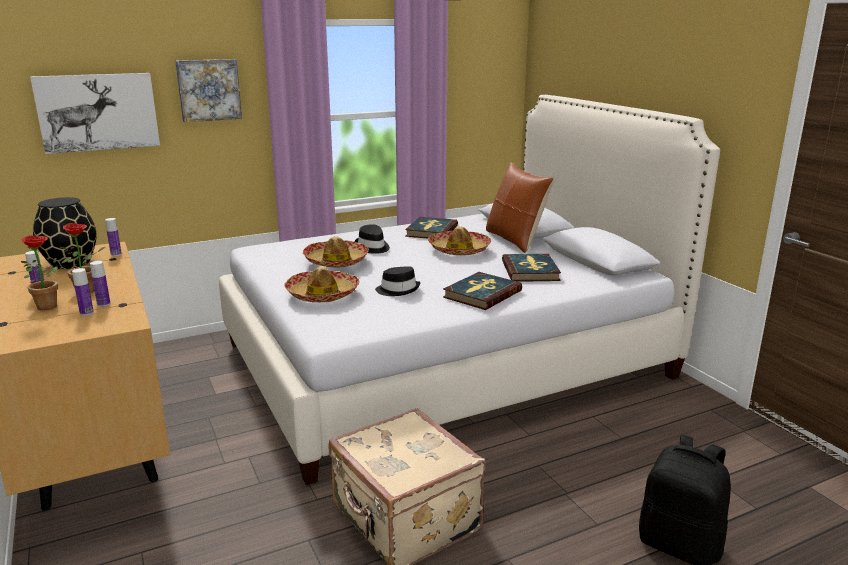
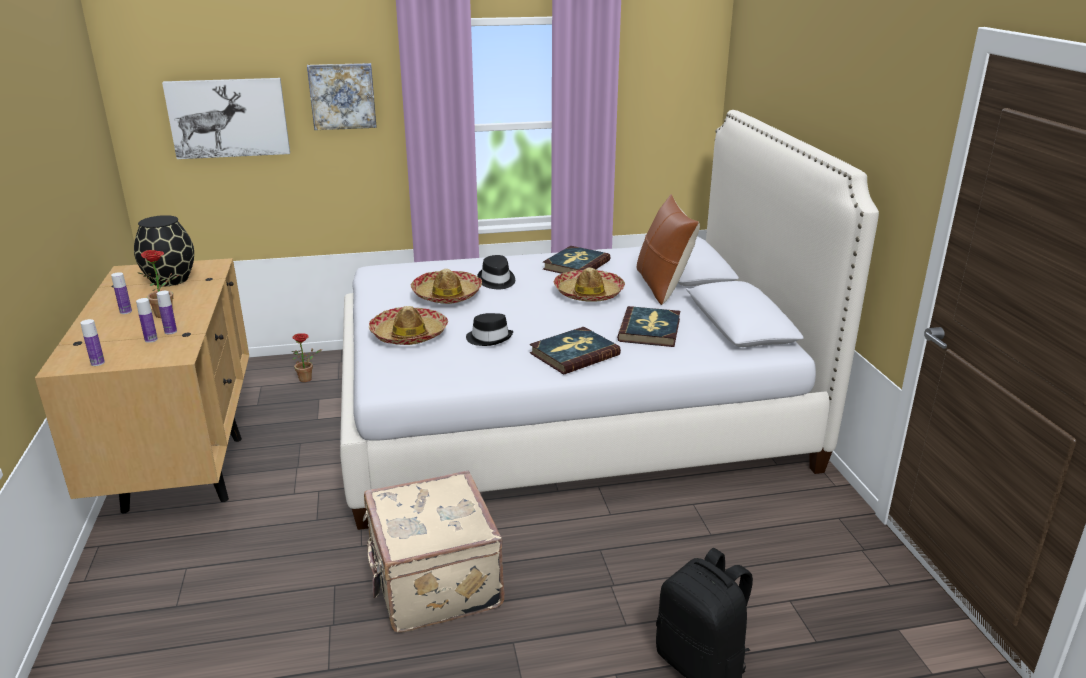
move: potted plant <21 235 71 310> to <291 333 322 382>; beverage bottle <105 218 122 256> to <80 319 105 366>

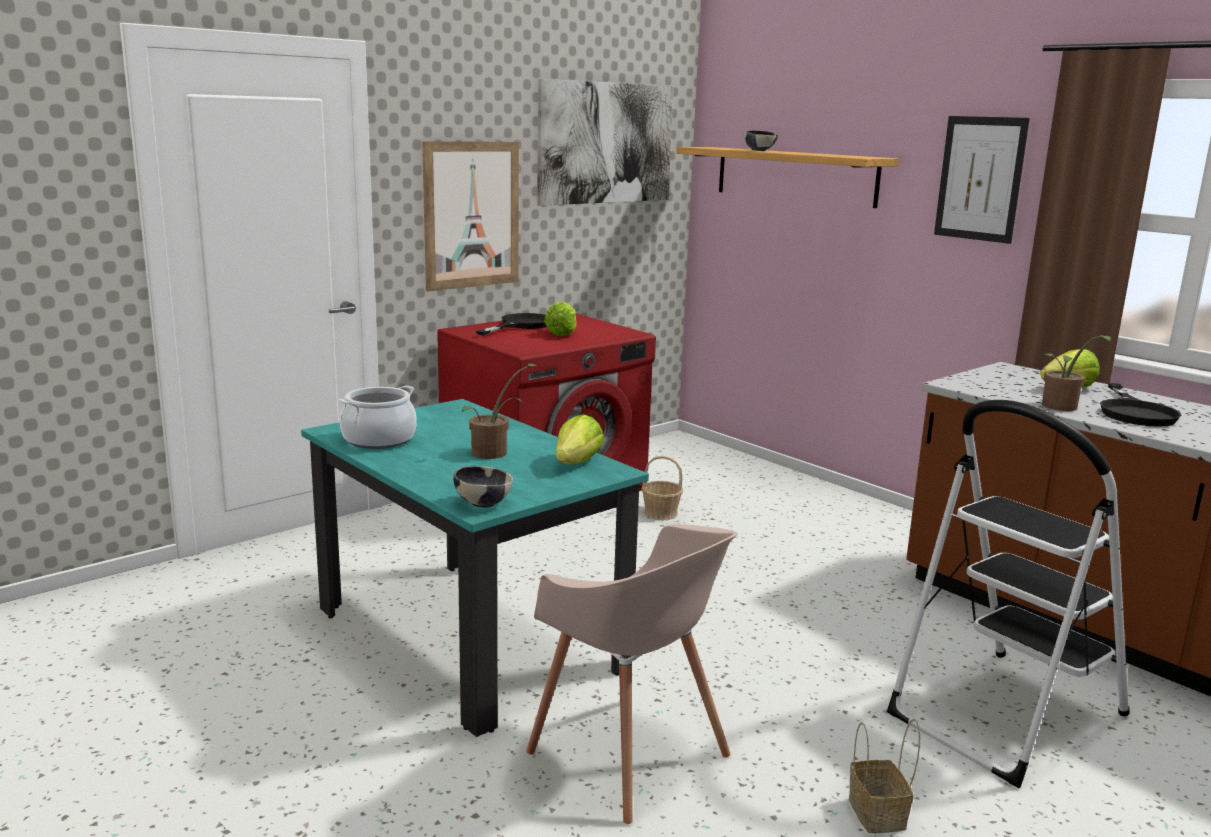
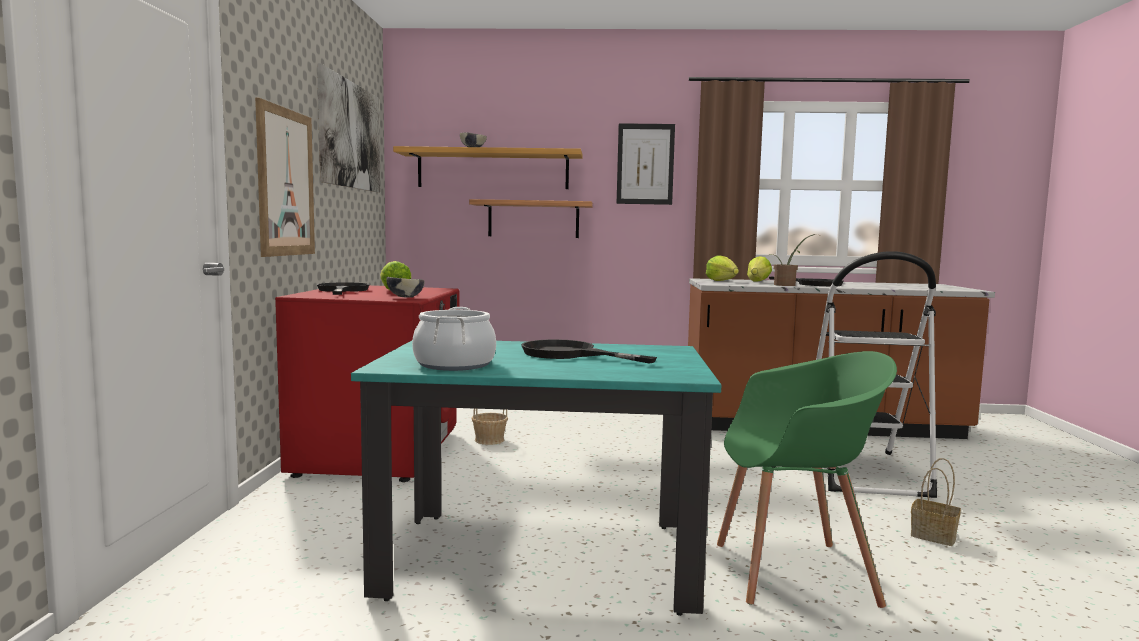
insert: wall shelf <469 199 593 238>
move: deep dish <453 466 513 508> to <386 277 424 298>; head of lettuce <556 414 604 464> to <706 256 739 281>
replace: potted plant <462 364 539 459> to black-coloured skillet <521 339 657 364>
recolor: beige-coloured plain chair <526 524 738 824> to green-coloured plain chair <717 351 897 608>

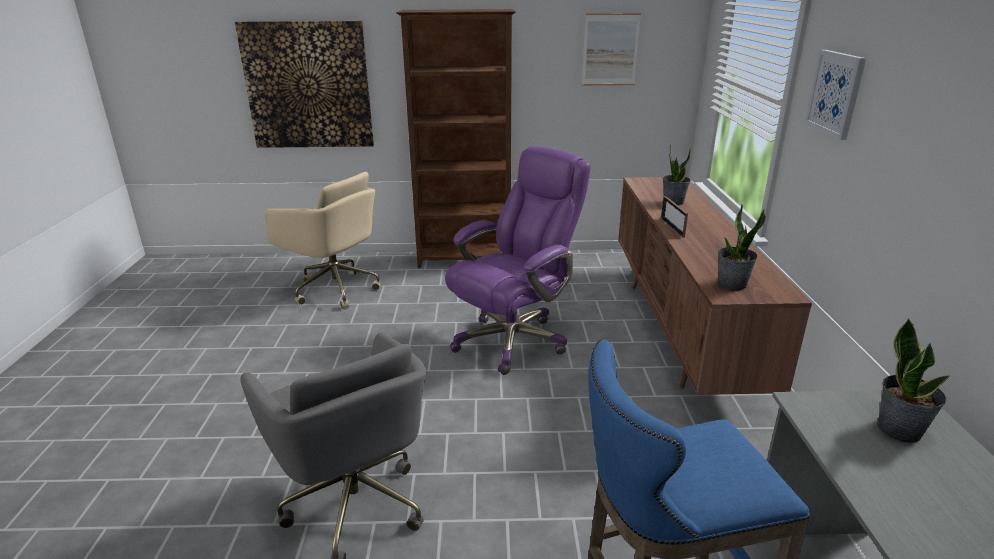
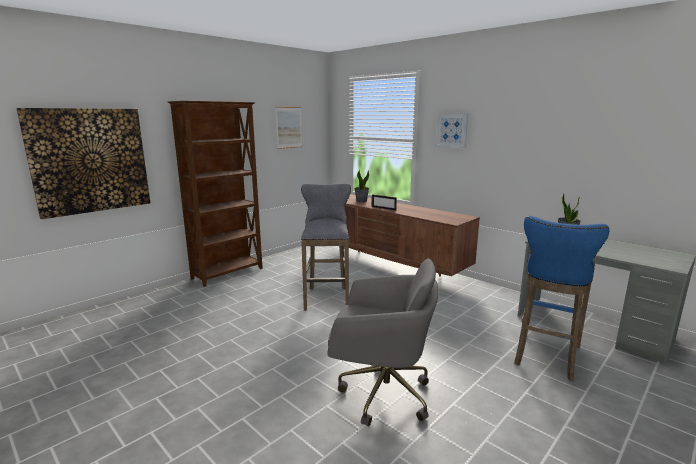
delete: beige-coloured computer chair <265 172 380 309>; potted plant <718 205 766 290>
replace: purplish computer chair <445 146 591 375> to greyish stool <301 183 351 311>

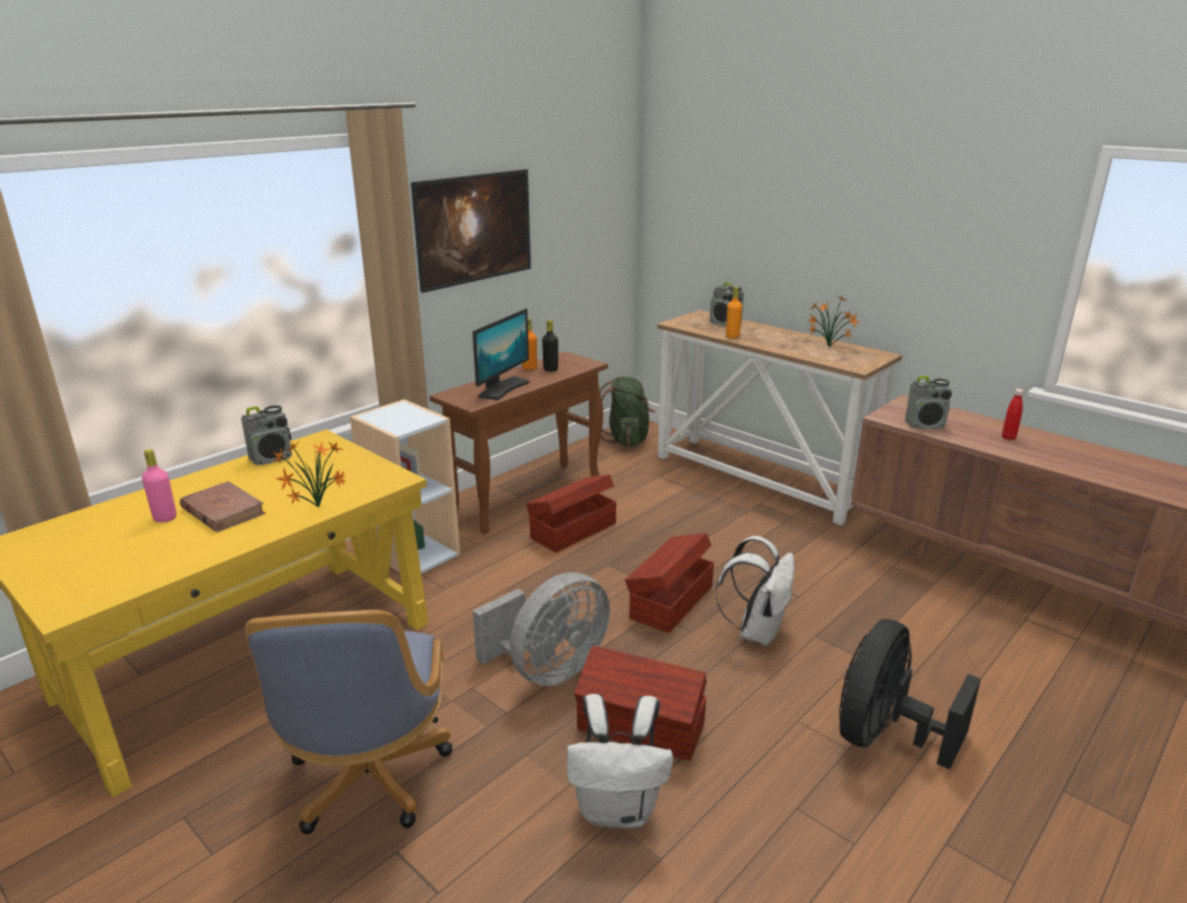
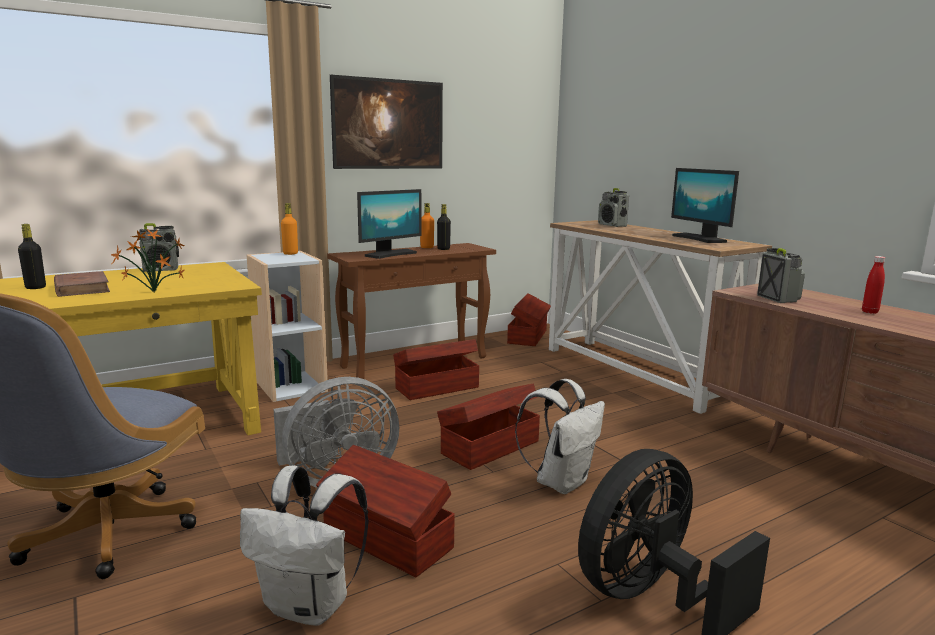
move: orange beverage bottle <726 287 742 338> to <281 203 298 255>
replace: green-coloured knapsack <600 376 655 447> to brown-coloured storage container <507 293 551 346>; potted plant <807 296 860 348> to computer display <671 168 739 243>
recolor: pink-coloured beverage bottle <142 449 177 523> to black-coloured beverage bottle <18 224 46 289>
rotate: radio receiver <905 376 952 429> = <757 248 805 303> 120 degrees counterclockwise

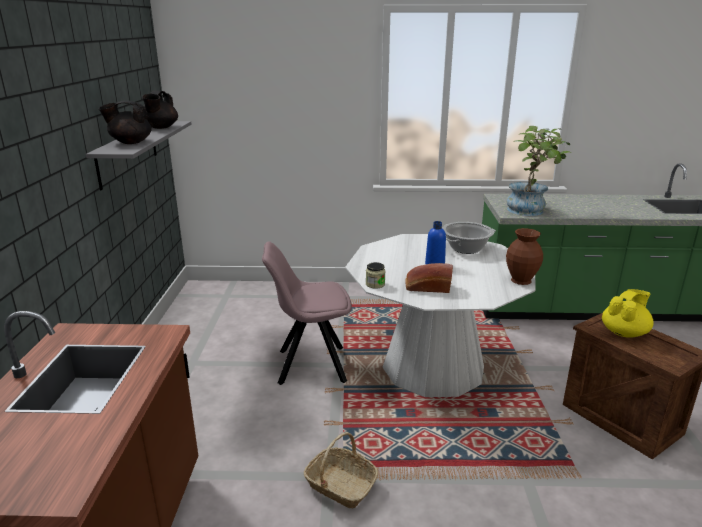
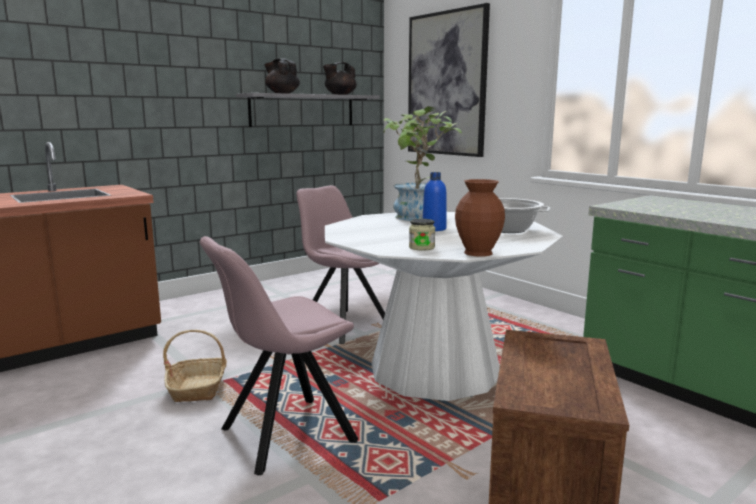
delete: bakery bread <405 263 453 293>; yellow tea pot <602 289 654 338>
insert: pink-coloured plain chair <200 236 358 475>; wall picture <408 3 490 157>
move: jar <366 262 385 289> to <409 219 435 250>; potted plant <507 126 571 216> to <383 106 462 221>

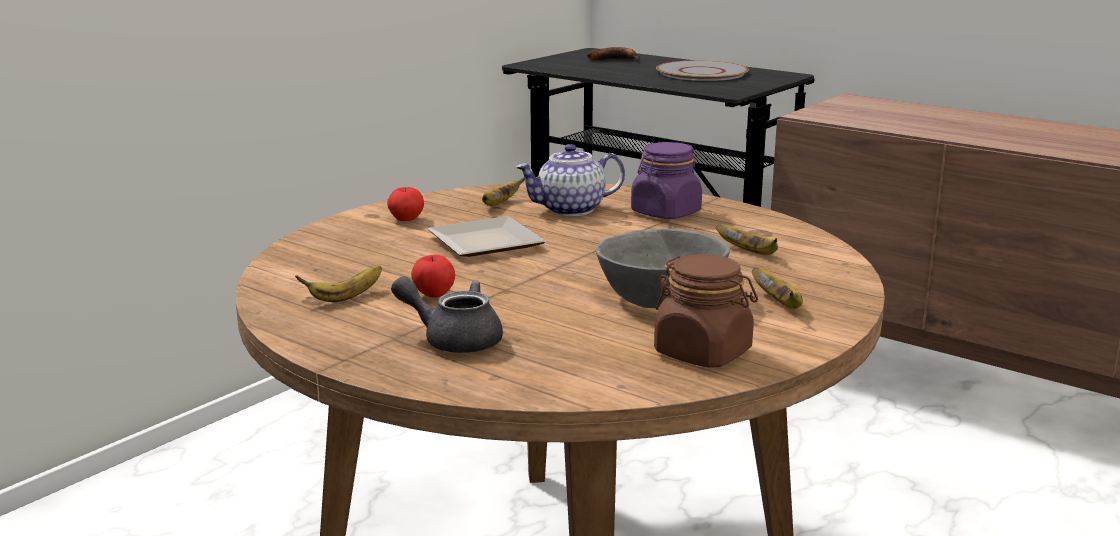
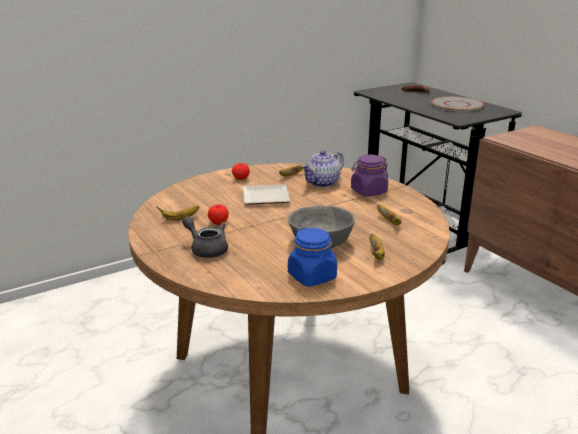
recolor: brown-coloured jar <654 254 758 368> to blue jar <288 227 337 287>
rotate: tea pot <516 144 625 216> = <301 151 344 188> 45 degrees counterclockwise

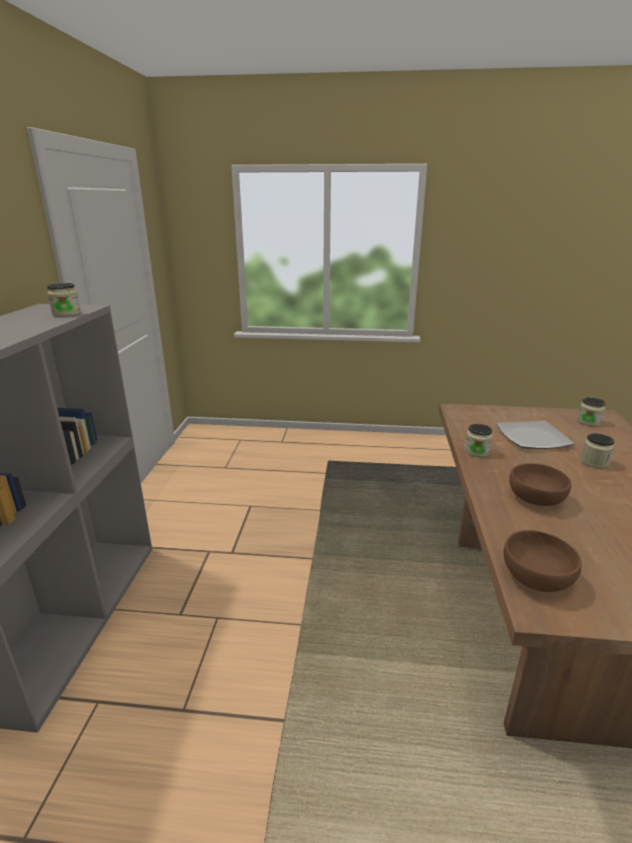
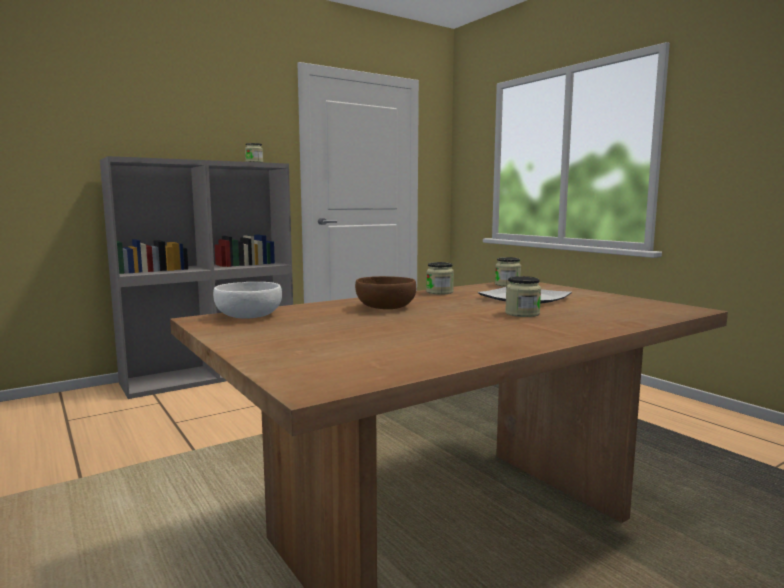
move: jar <577 397 606 426> to <495 257 521 287>
recolor: brown-coloured deep dish <503 530 582 592> to white deep dish <213 282 282 318>

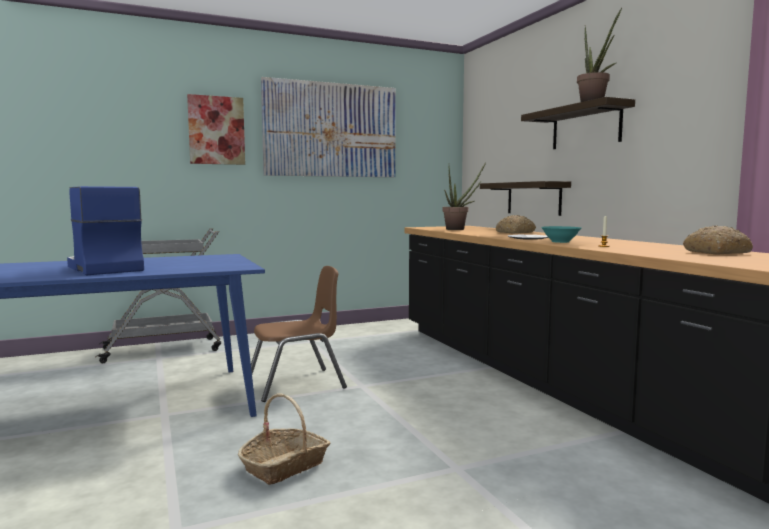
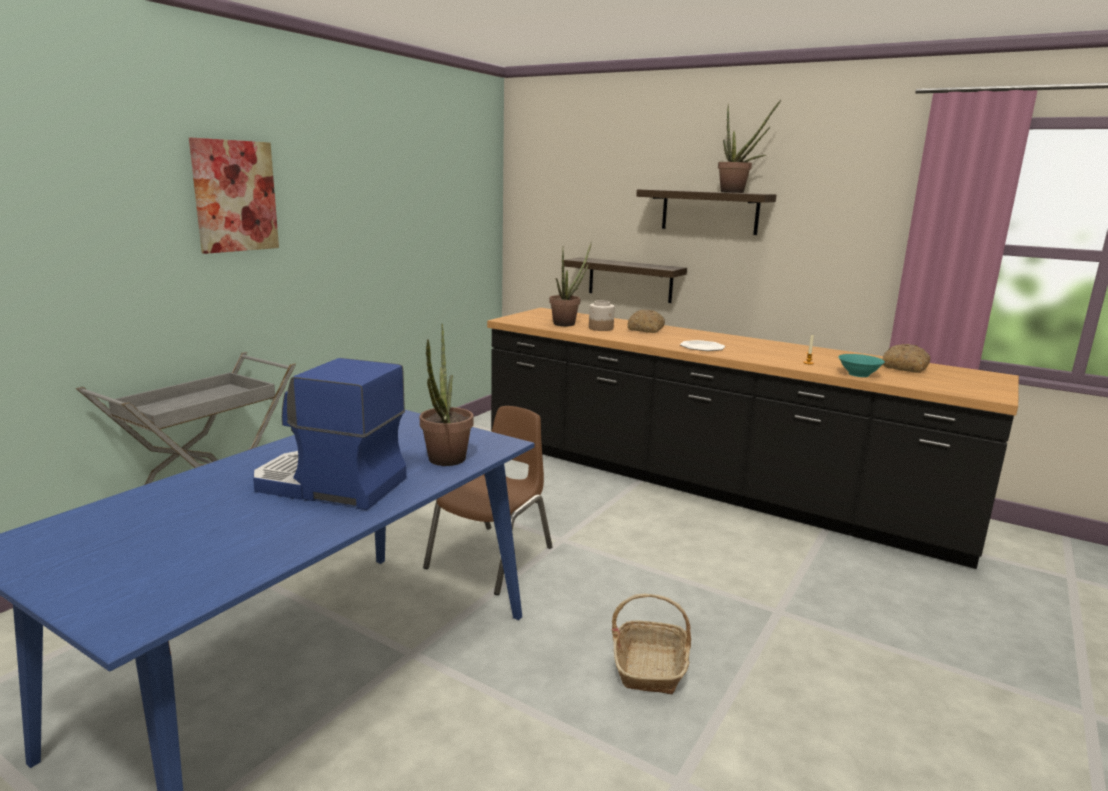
delete: wall picture <261 77 396 177>
insert: potted plant <420 324 474 466>; jar <589 300 615 331>
move: blue-green deep dish <541 226 581 243> to <838 354 885 377>

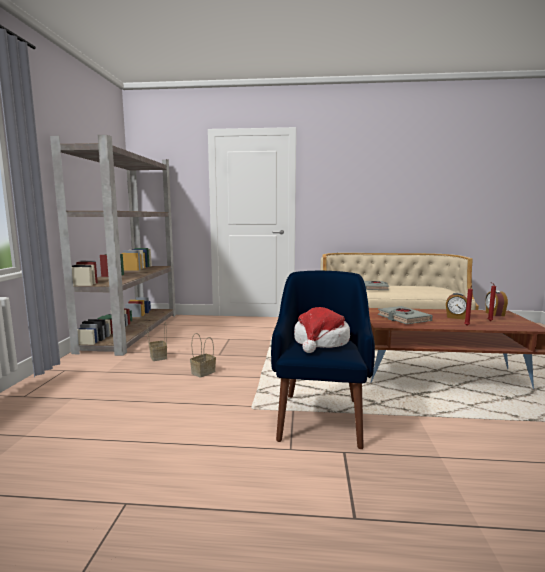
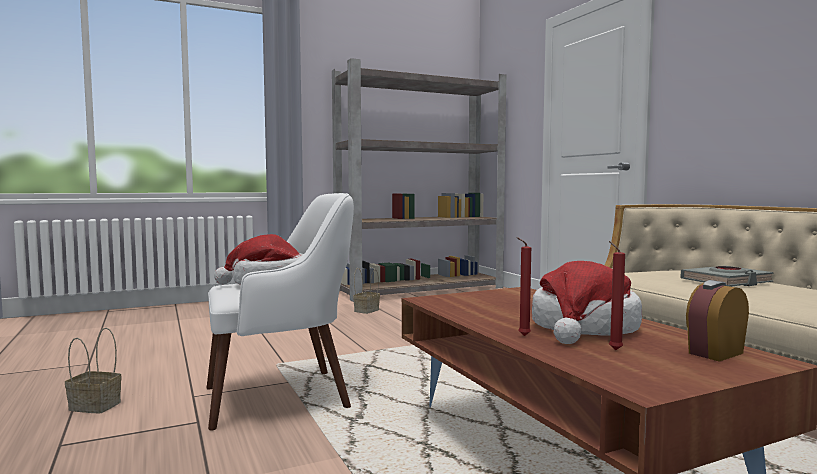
delete: greyish book <378 306 433 324>
move: basket <190 333 216 378> to <65 327 122 413>
replace: table clock <446 293 467 320> to wearable hat <532 261 642 344>
recolor: blue easy chair <271 271 375 449> to white easy chair <207 193 354 431>

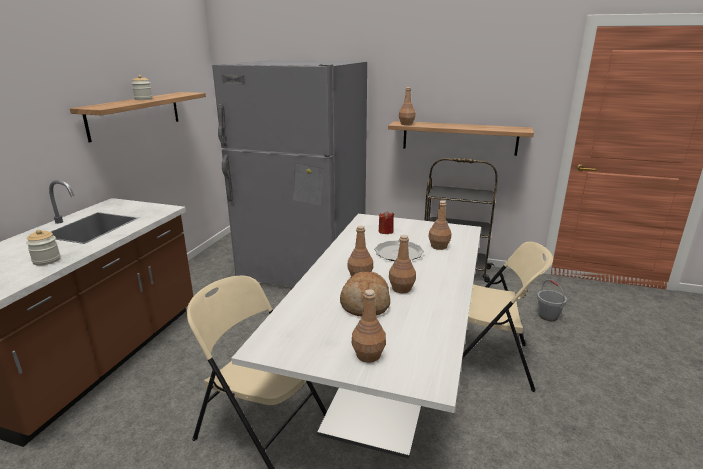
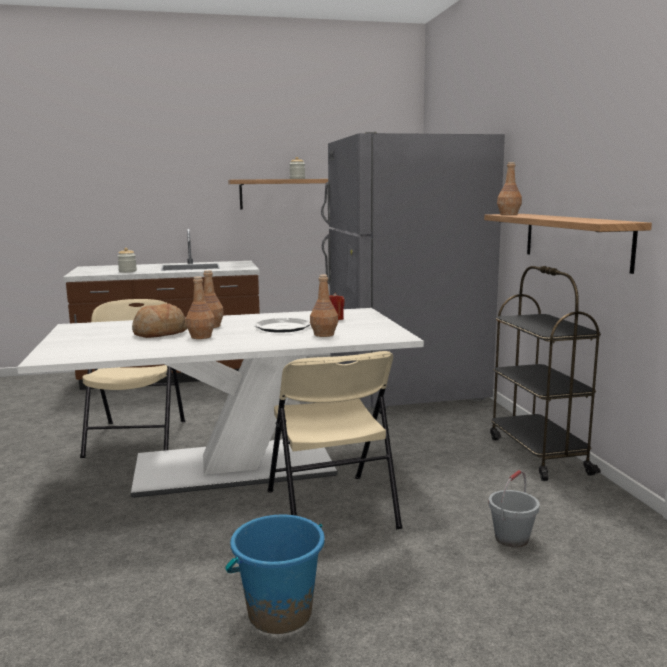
delete: brown-coloured beverage bottle <352 289 386 363>
insert: blue water bucket <225 515 325 634>

